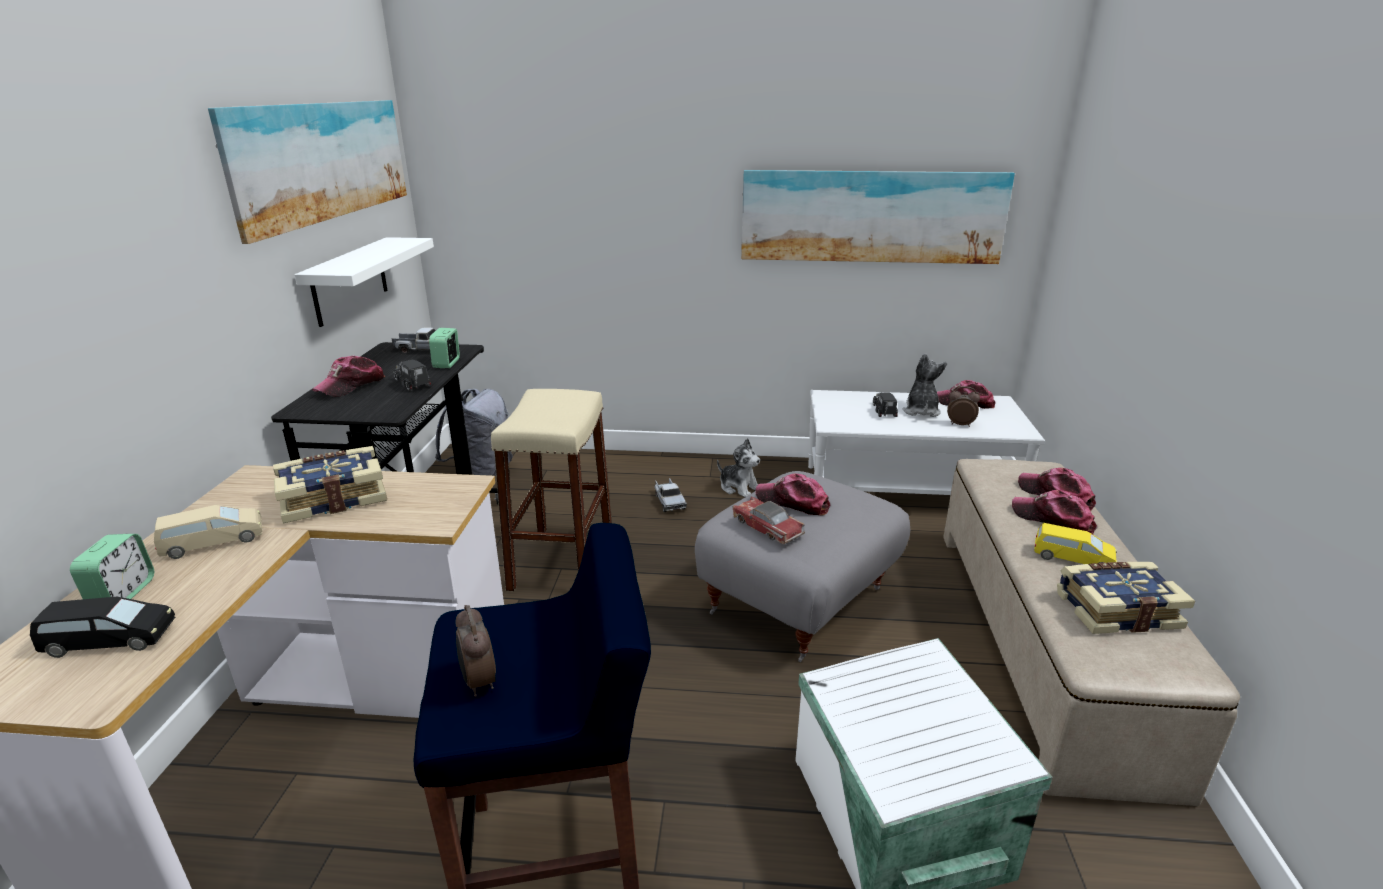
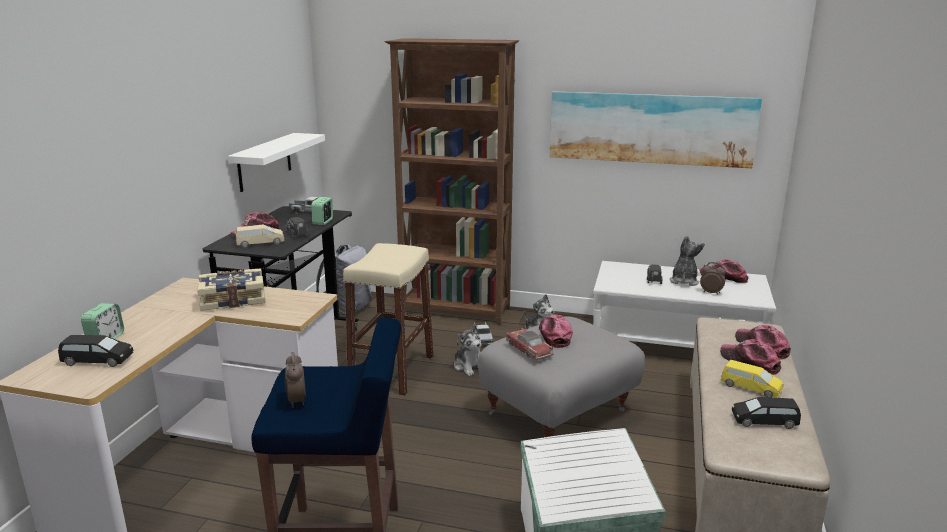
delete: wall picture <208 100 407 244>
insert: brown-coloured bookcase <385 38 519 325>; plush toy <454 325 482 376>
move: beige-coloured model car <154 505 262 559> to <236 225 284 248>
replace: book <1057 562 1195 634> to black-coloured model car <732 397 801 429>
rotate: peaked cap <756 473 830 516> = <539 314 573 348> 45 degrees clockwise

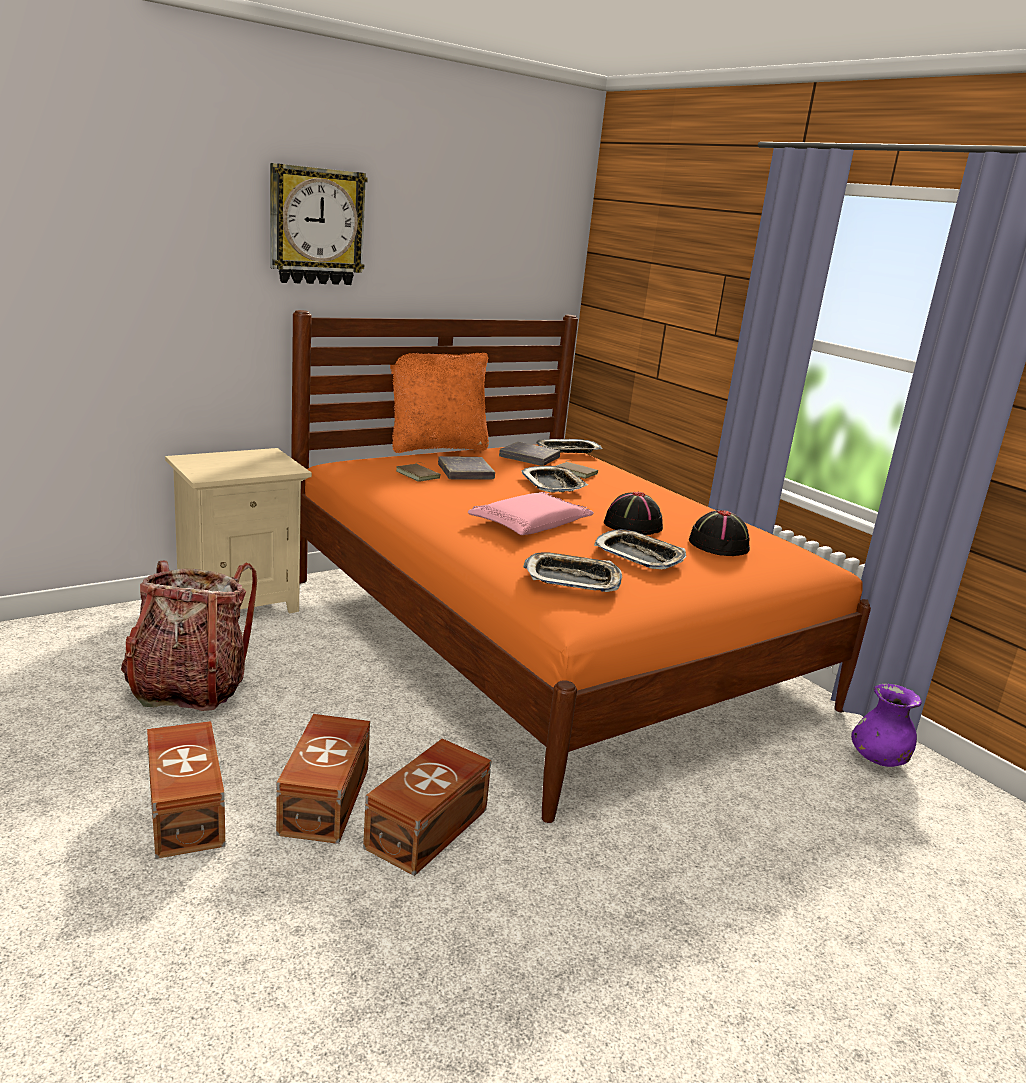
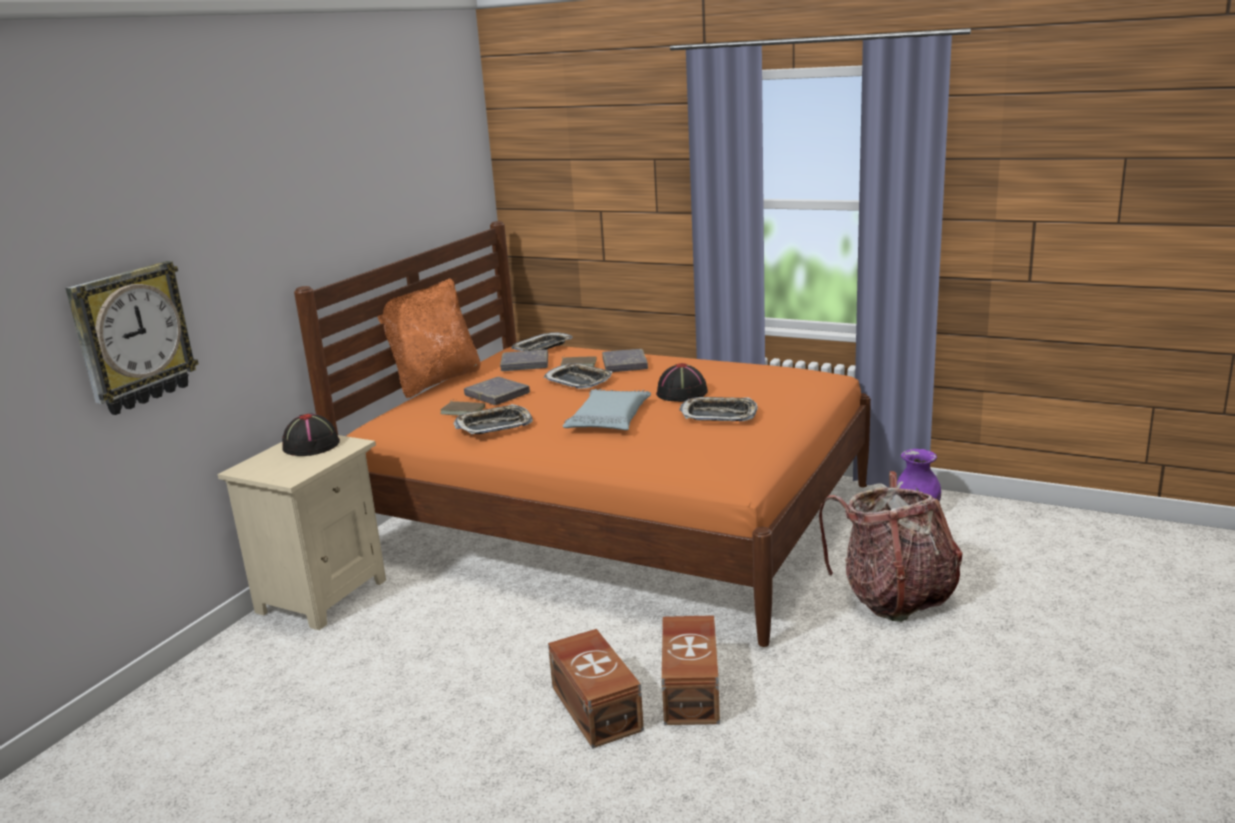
delete: brown-coloured storage container <147 721 225 859>
insert: greyish book <602 349 648 372>
move: knapsack <121 561 257 711> to <819 471 963 622>; hanging clock <270 163 368 285> to <65 261 199 415>; tray <523 553 622 592> to <453 404 533 434>; black-coloured wearable hat <689 510 750 556> to <282 413 340 456>
recolor: pink-coloured cushion <468 491 594 535> to blue cushion <563 389 651 430>

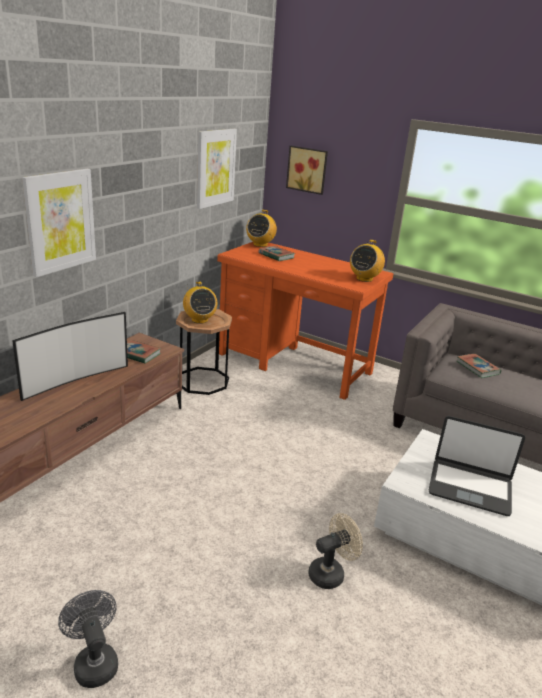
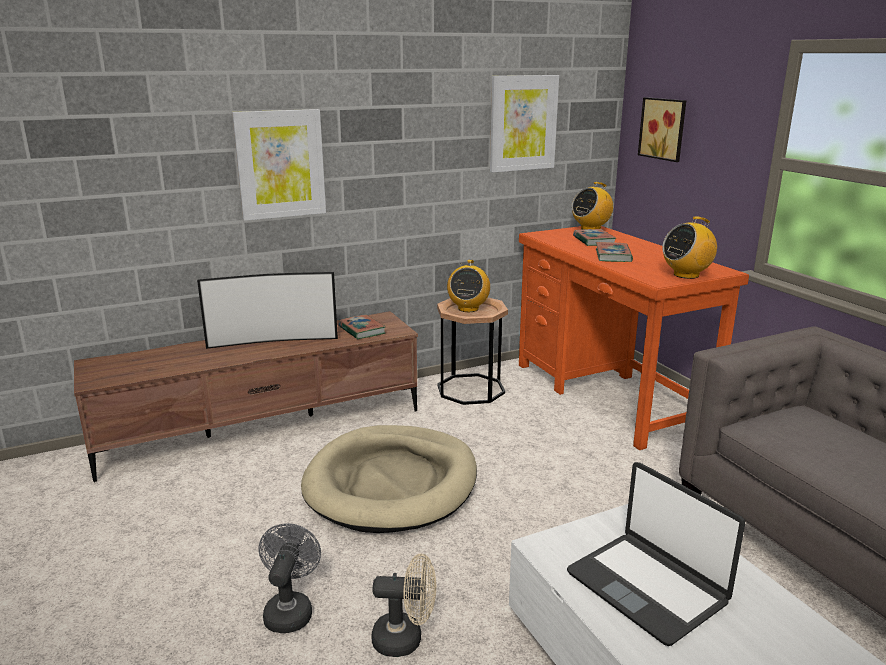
insert: beige-coloured dog cushion <301 425 477 533>
move: greyish electric fan <58 590 118 688> to <259 523 321 633>; book <457 354 501 378> to <596 242 633 262>

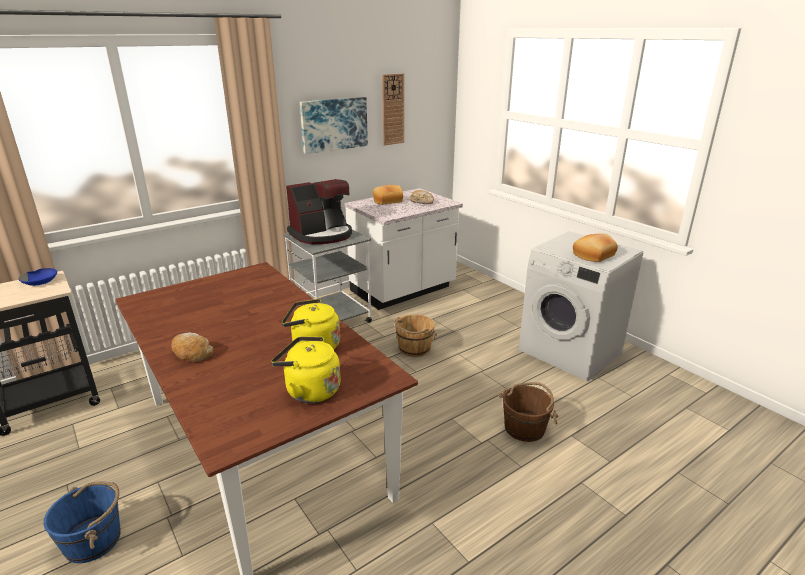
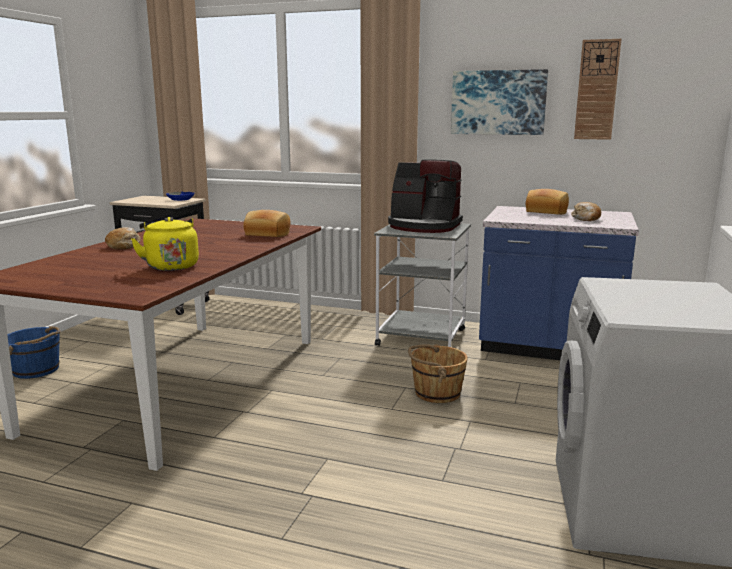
delete: yellow water kettle <271 336 341 403>; brown-coloured water bucket <499 382 558 442>
move: bakery bread <573 233 618 262> to <243 210 291 237>
recolor: white counter <345 188 463 310> to blue counter <479 206 639 360>

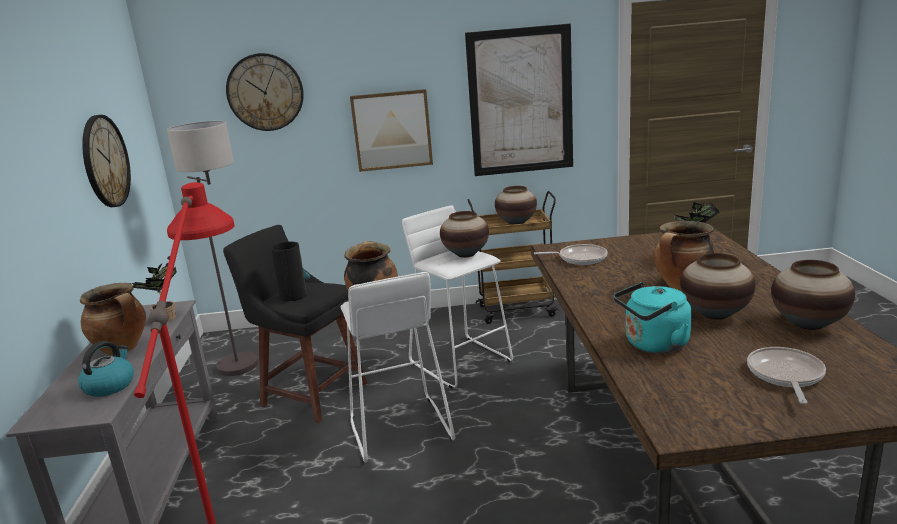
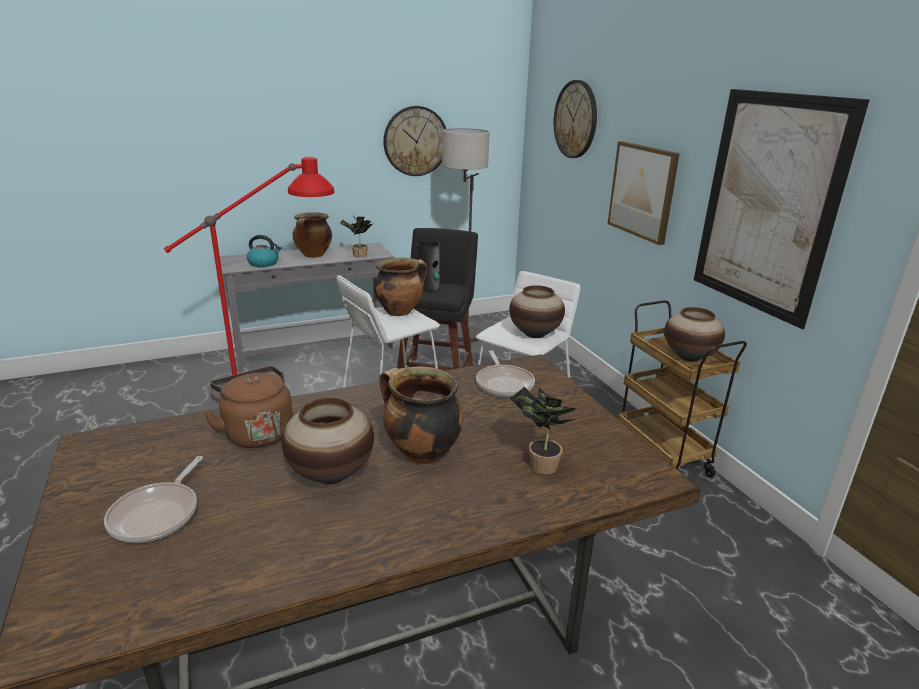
delete: flower vase <771 260 855 330>
recolor: blue-green water kettle <614 282 692 353> to brown-coloured water kettle <203 366 293 448>
rotate: skillet <747 347 826 404> = <104 456 203 543> 105 degrees clockwise

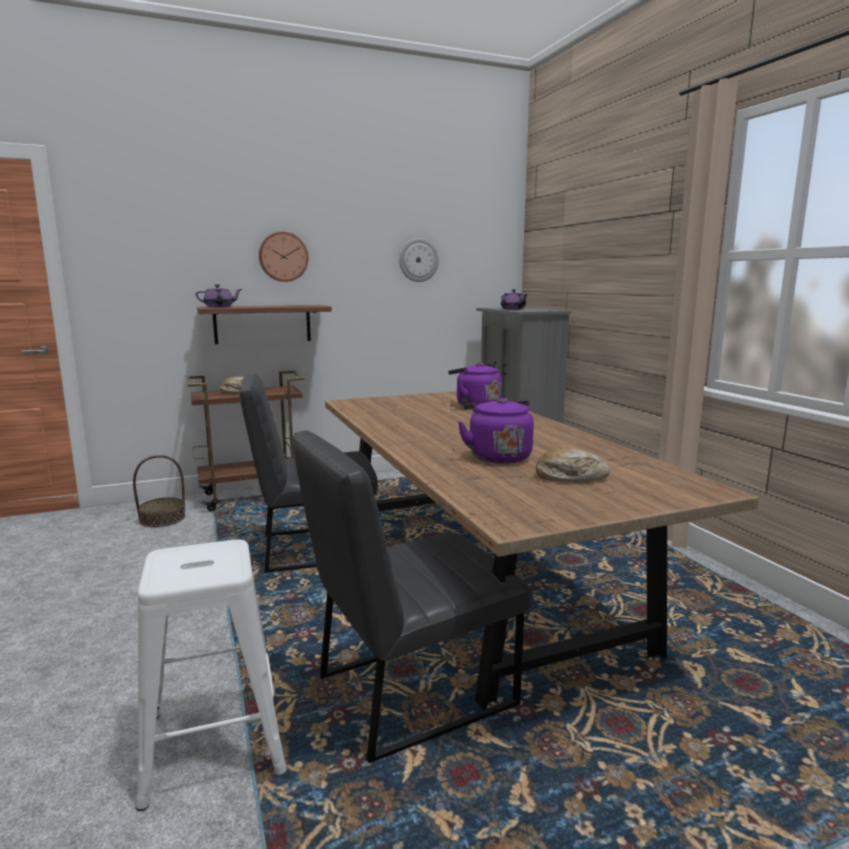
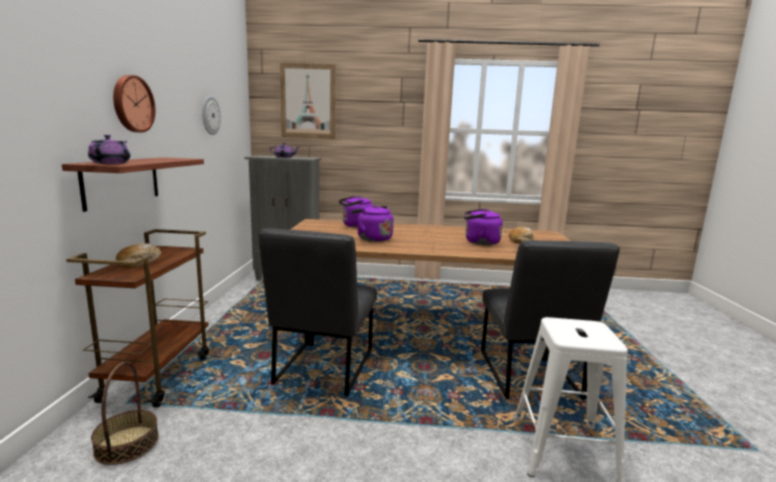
insert: wall picture <280 63 336 139>; purplish water kettle <351 205 393 242>

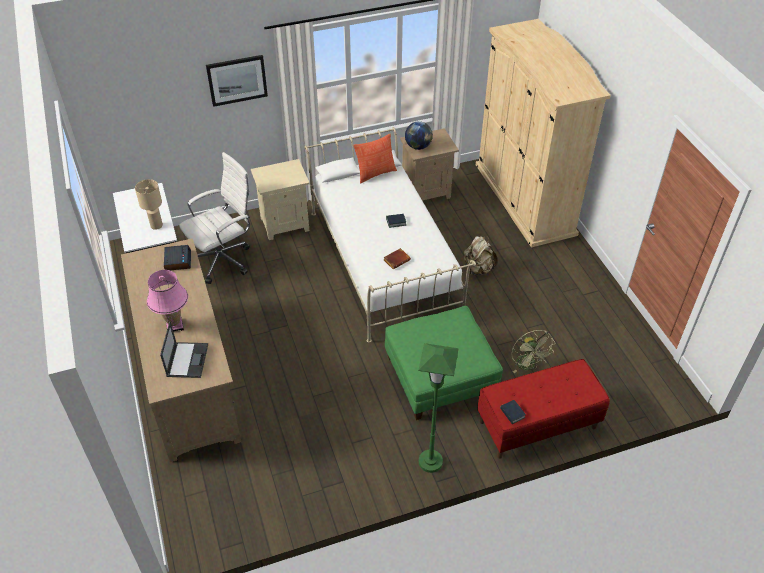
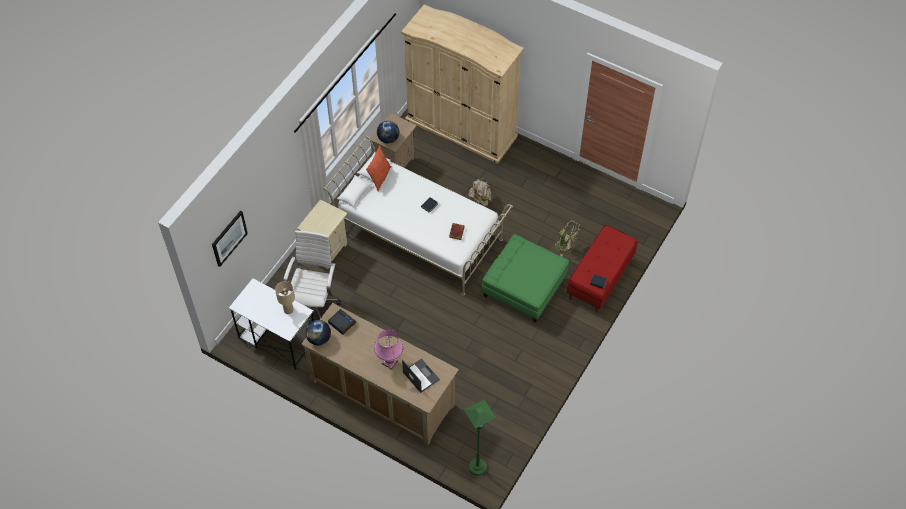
insert: desk globe <305 320 331 345>
move: wall picture <206 55 268 107> to <212 211 248 267>; green-coloured standard lamp <418 343 459 473> to <464 400 496 475>

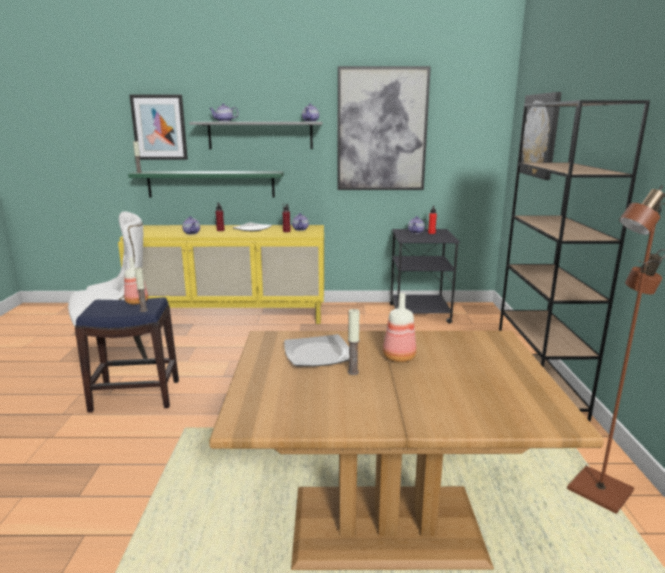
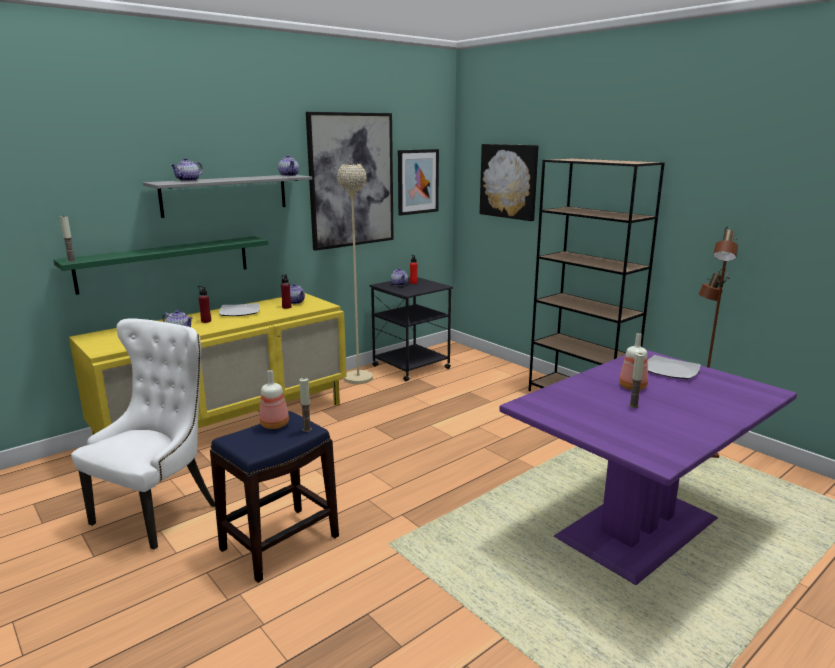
insert: beige-coloured standard lamp <337 164 373 384>
move: wall picture <129 95 188 160> to <398 149 439 216>; plate <284 334 350 367> to <648 355 701 379>
recolor: brown-coloured dinner table <209 331 604 570> to purplish dinner table <500 350 797 585>

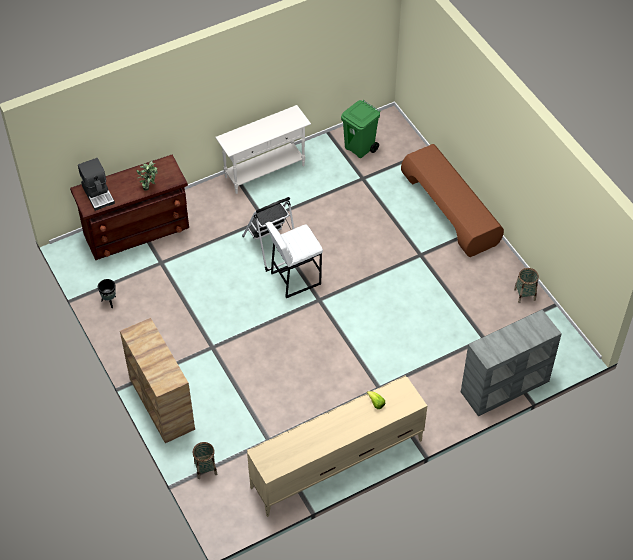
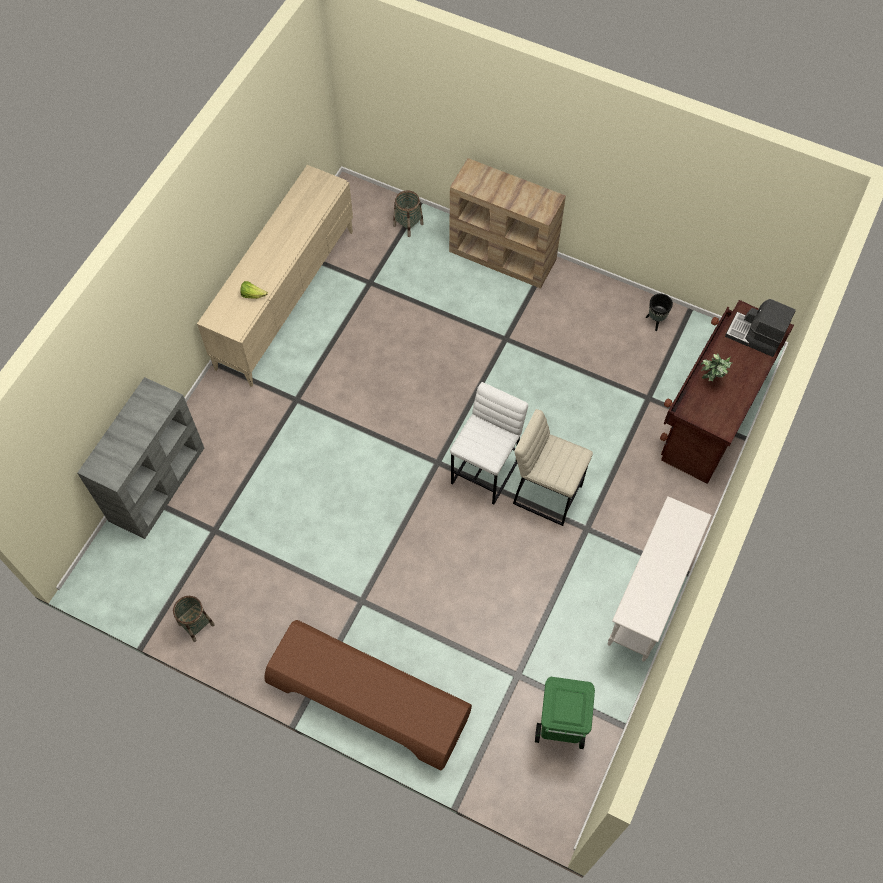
replace: step ladder <242 197 294 272> to beige-coloured stool <513 409 593 526>

